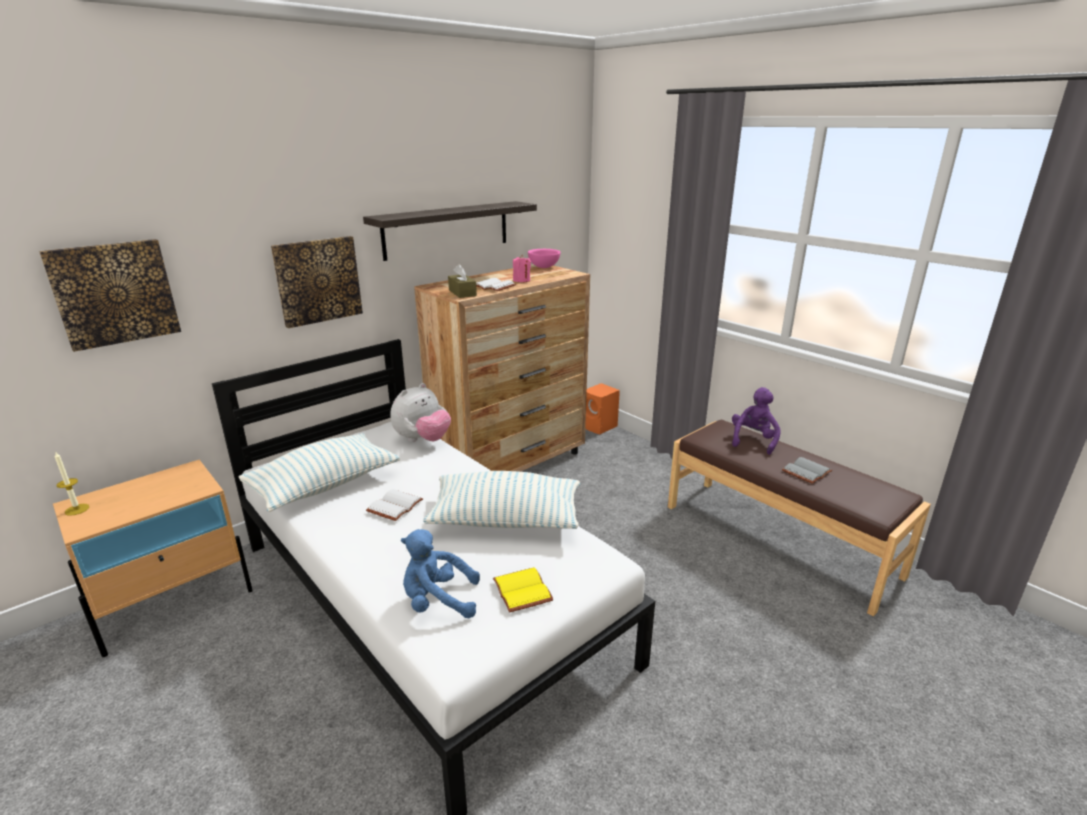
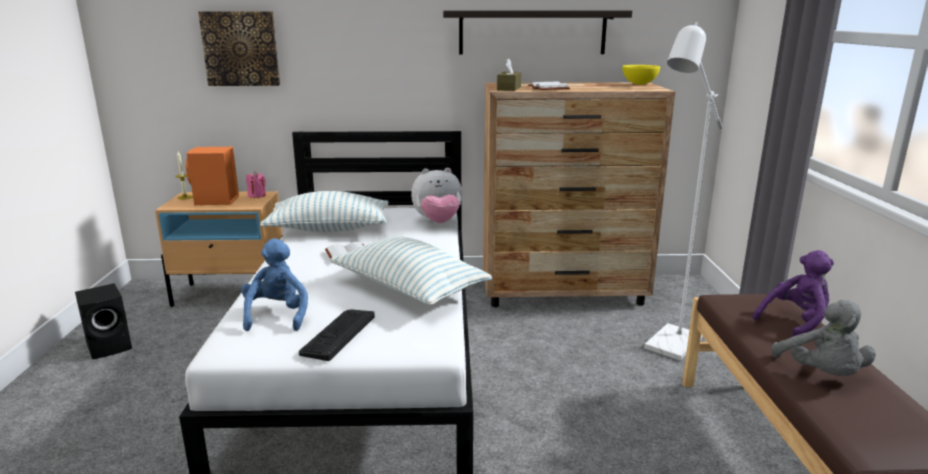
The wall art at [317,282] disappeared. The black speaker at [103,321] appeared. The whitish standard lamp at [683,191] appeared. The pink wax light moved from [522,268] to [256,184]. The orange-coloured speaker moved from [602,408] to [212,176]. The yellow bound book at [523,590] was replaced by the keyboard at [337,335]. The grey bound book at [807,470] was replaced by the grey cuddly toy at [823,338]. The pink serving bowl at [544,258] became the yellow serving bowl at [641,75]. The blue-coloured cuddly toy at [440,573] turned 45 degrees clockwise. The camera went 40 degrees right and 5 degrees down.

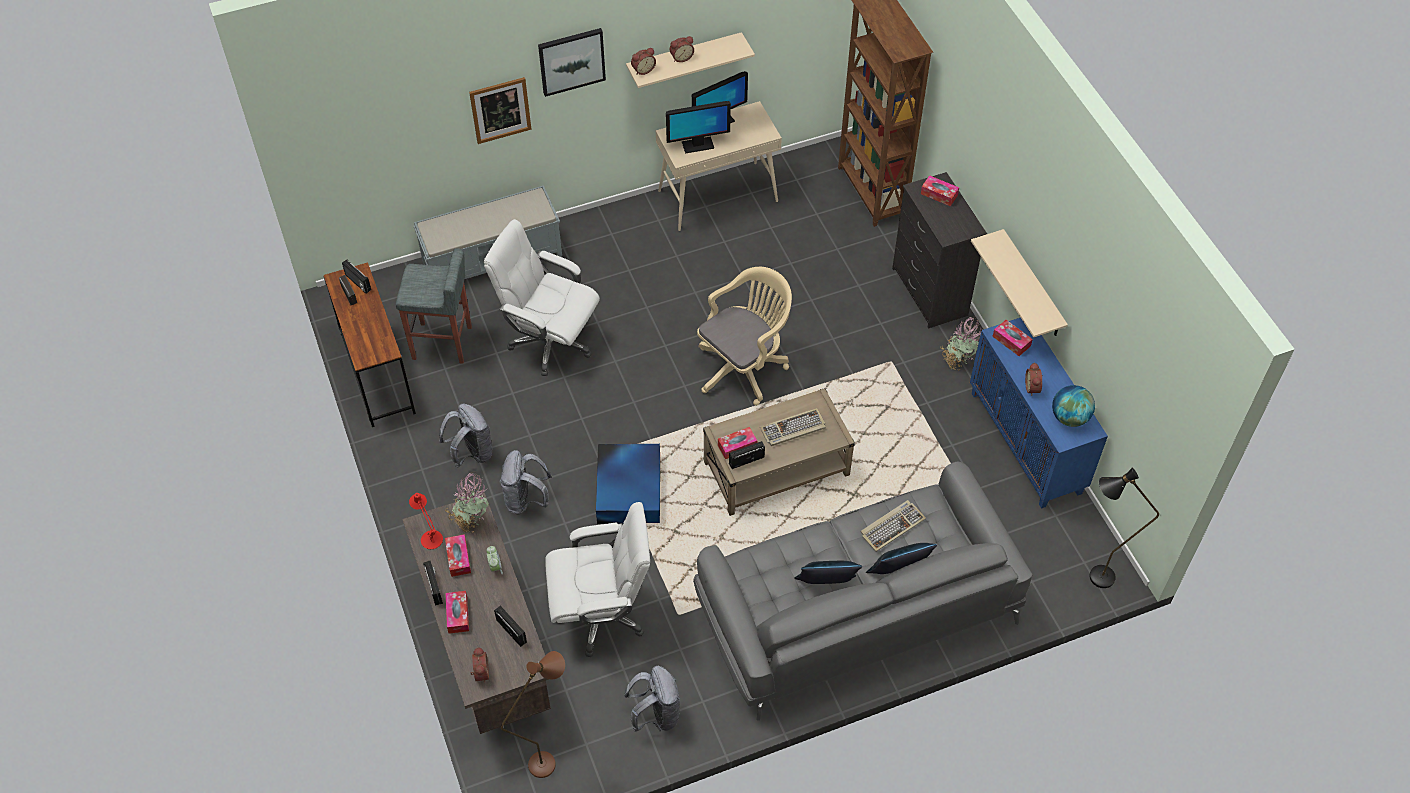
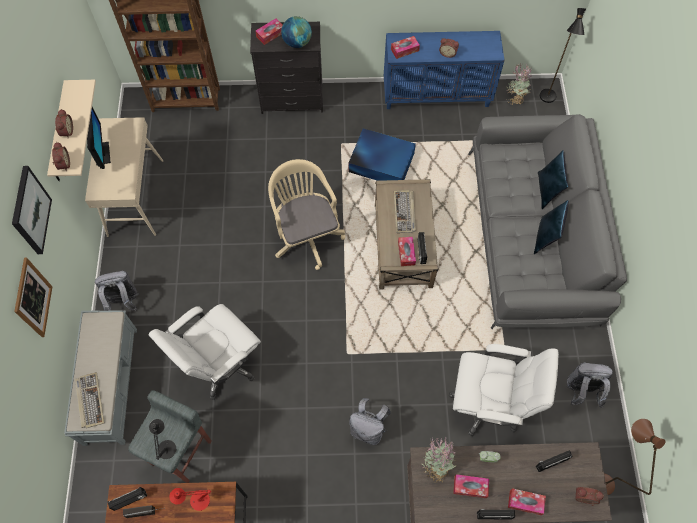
The monitor at [698,127] disappeared. The beige-coloured shelf at [1019,283] disappeared. The black lamp for a table at [162,439] appeared. The red-coloured lamp for a table moved from [426,521] to [190,499]. The grey rucksack moved from [466,436] to [117,291]. The blue-coloured storage box moved from [628,484] to [382,154]. The keyboard moved from [893,526] to [90,400]. The houseplant moved from [960,343] to [519,84]. The world globe moved from [1073,406] to [296,32]. The whitish computer chair at [597,579] turned 90 degrees clockwise. The camera went 70 degrees left and 10 degrees up.

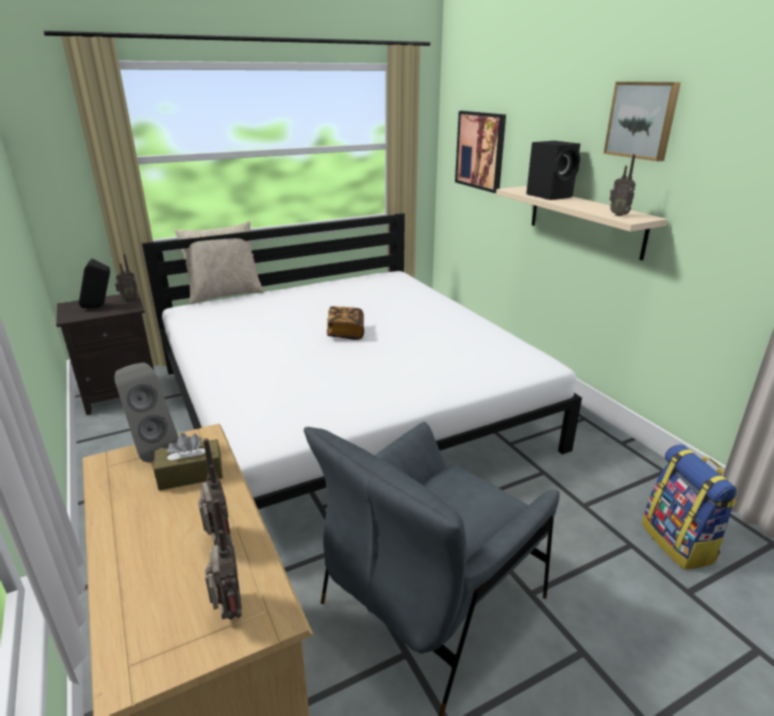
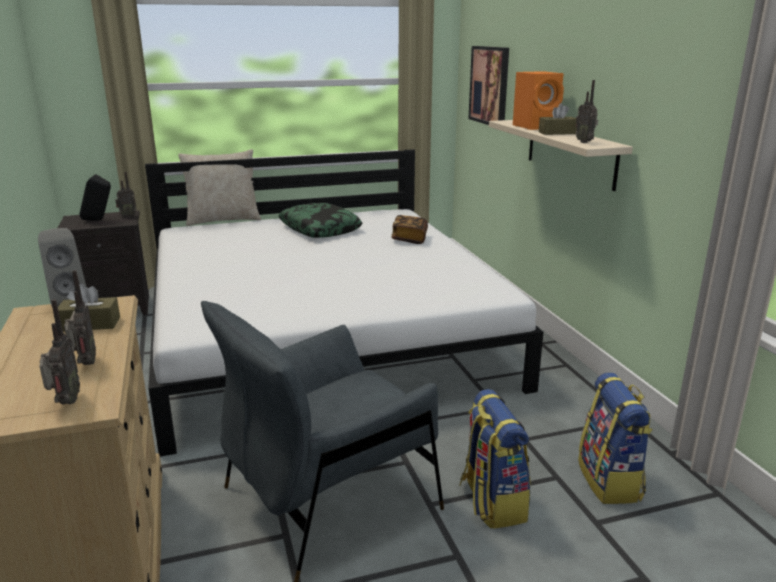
The wall art at [642,121] disappeared. The throw pillow at [320,220] appeared. The rucksack at [494,459] appeared. The brown tissue box at [557,119] appeared. The bound book moved from [345,323] to [409,229]. The black speaker at [553,170] became the orange-coloured speaker at [538,100]. The camera went 10 degrees right and 5 degrees down.

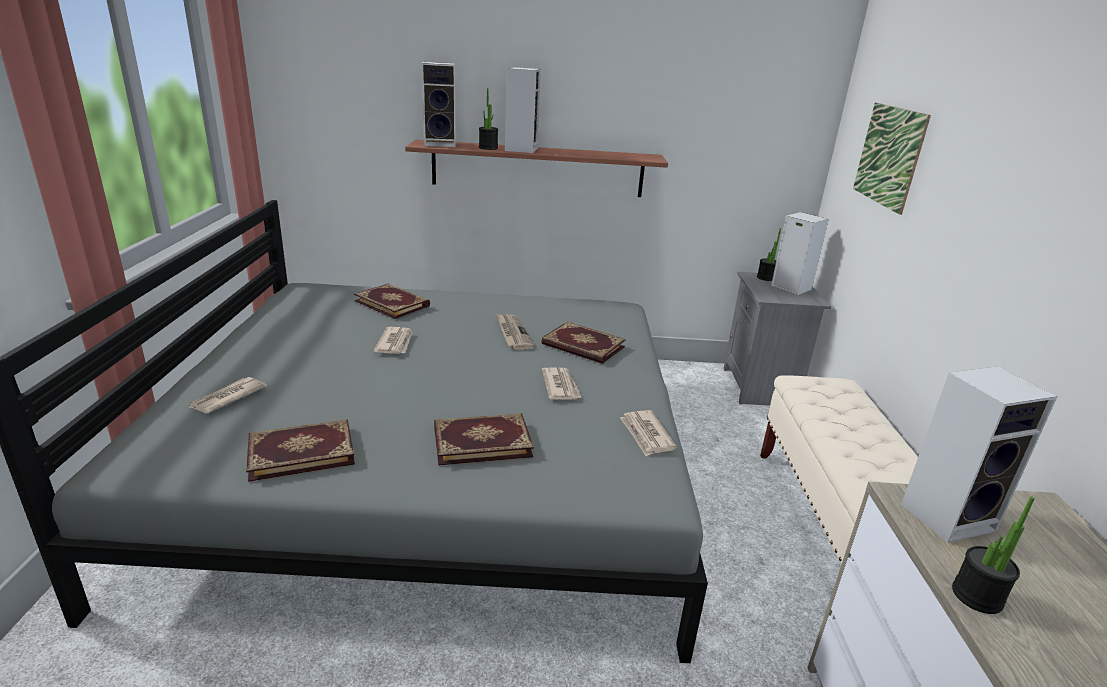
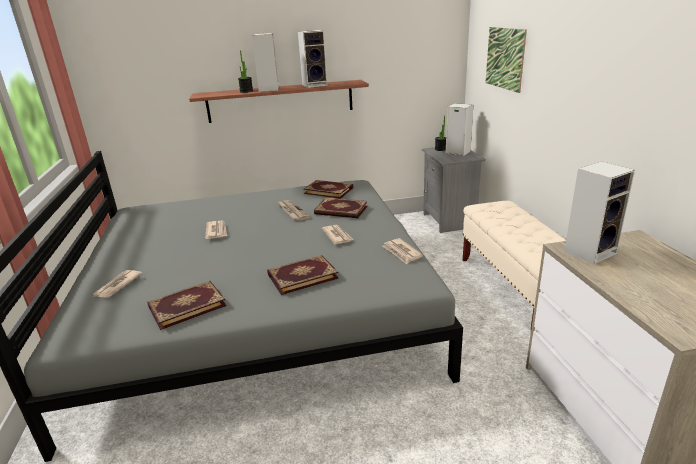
The houseplant at [993,555] disappeared. The bound book moved from [392,301] to [328,189]. The speaker moved from [439,104] to [313,59]. The camera went 10 degrees left and 0 degrees up.

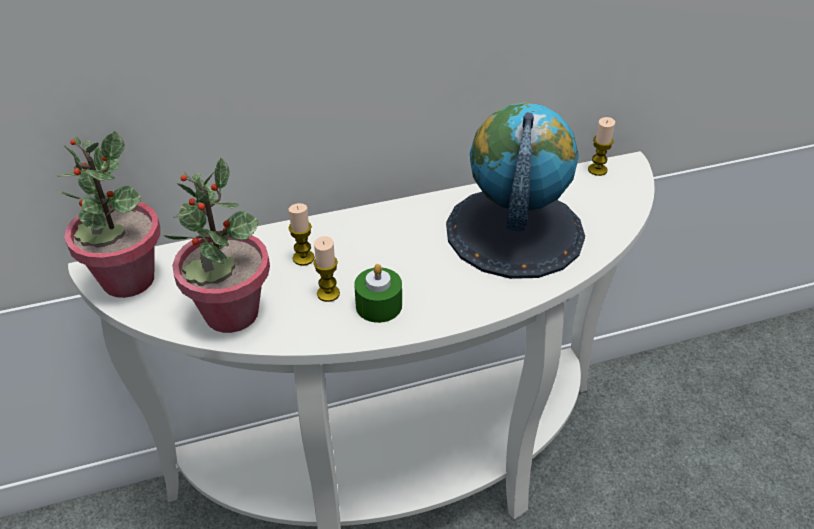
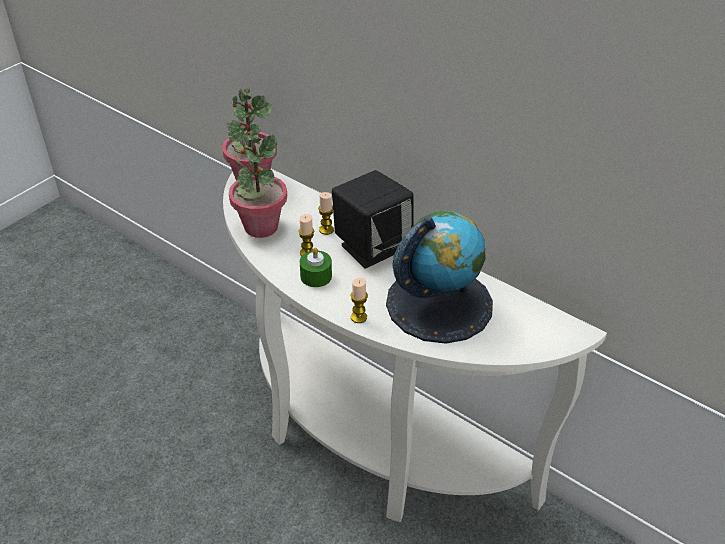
The black speaker at [373,219] appeared. The wax light moved from [601,146] to [359,300]. The camera went 55 degrees right and 0 degrees up.

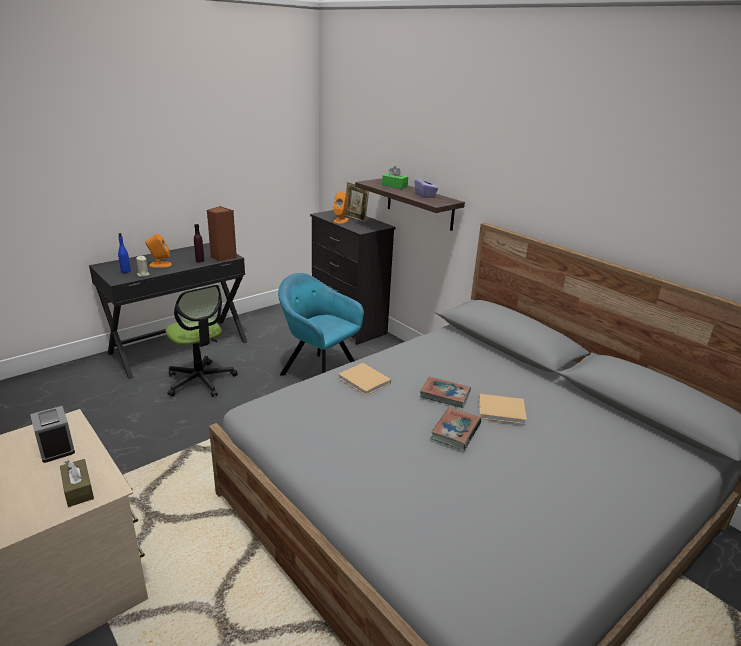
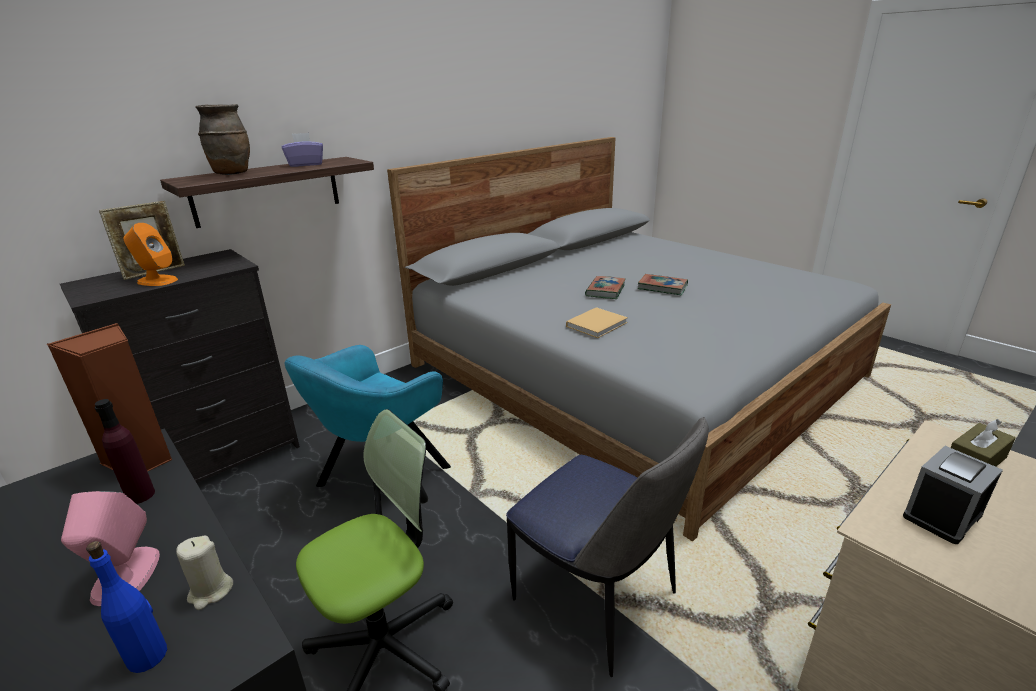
The beige-coloured bound book at [503,409] disappeared. The plain chair at [607,547] appeared. The green tissue box at [395,177] was replaced by the brown decorative vase at [222,139]. The orange-coloured speaker at [159,251] became the pink speaker at [110,548]. The camera went 90 degrees left and 0 degrees up.

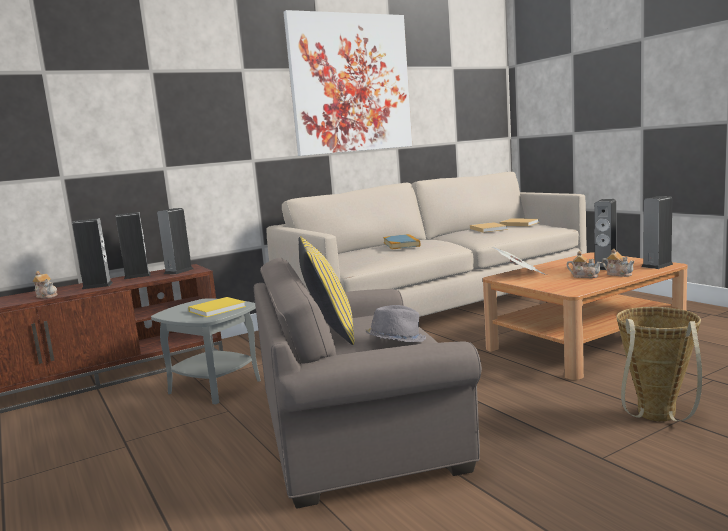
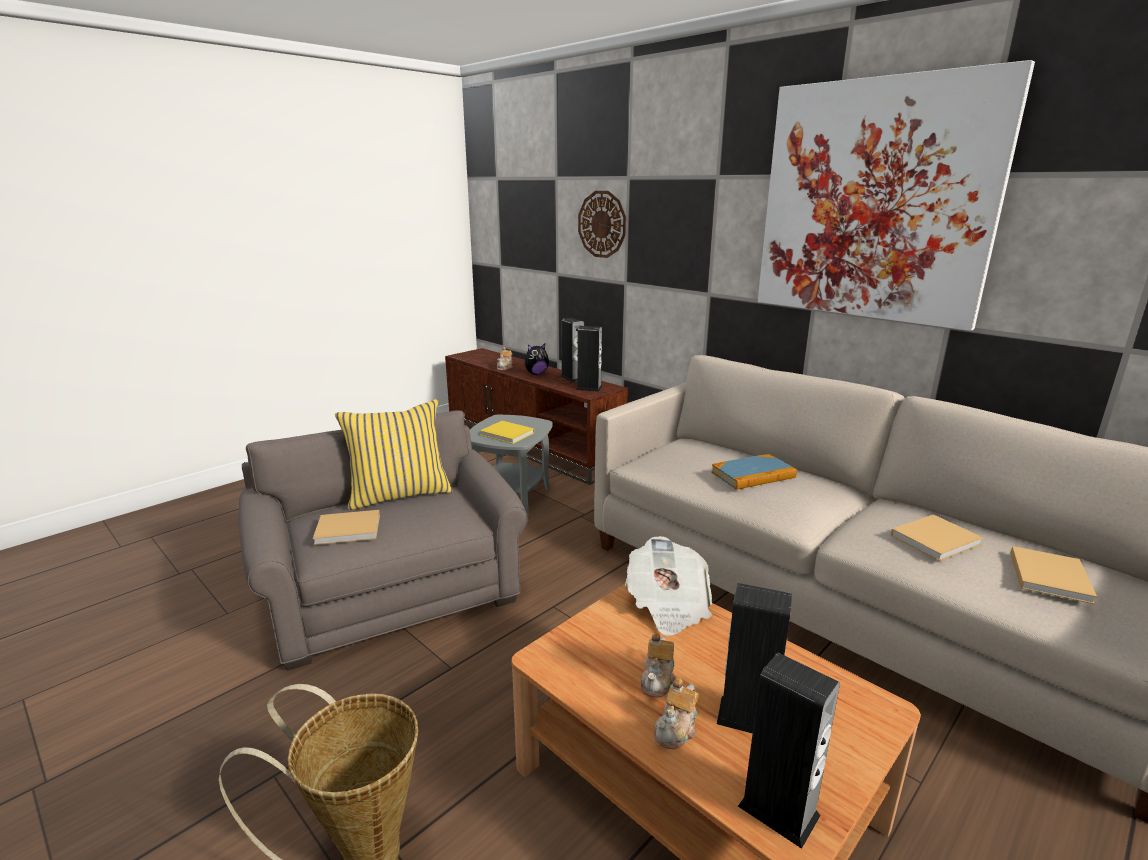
The clock on the wall at [602,224] appeared. The speaker at [92,253] was replaced by the cuddly toy at [537,359]. The grey wearable hat at [395,323] was replaced by the beige-coloured bound book at [346,527]. The camera went 75 degrees right and 10 degrees up.

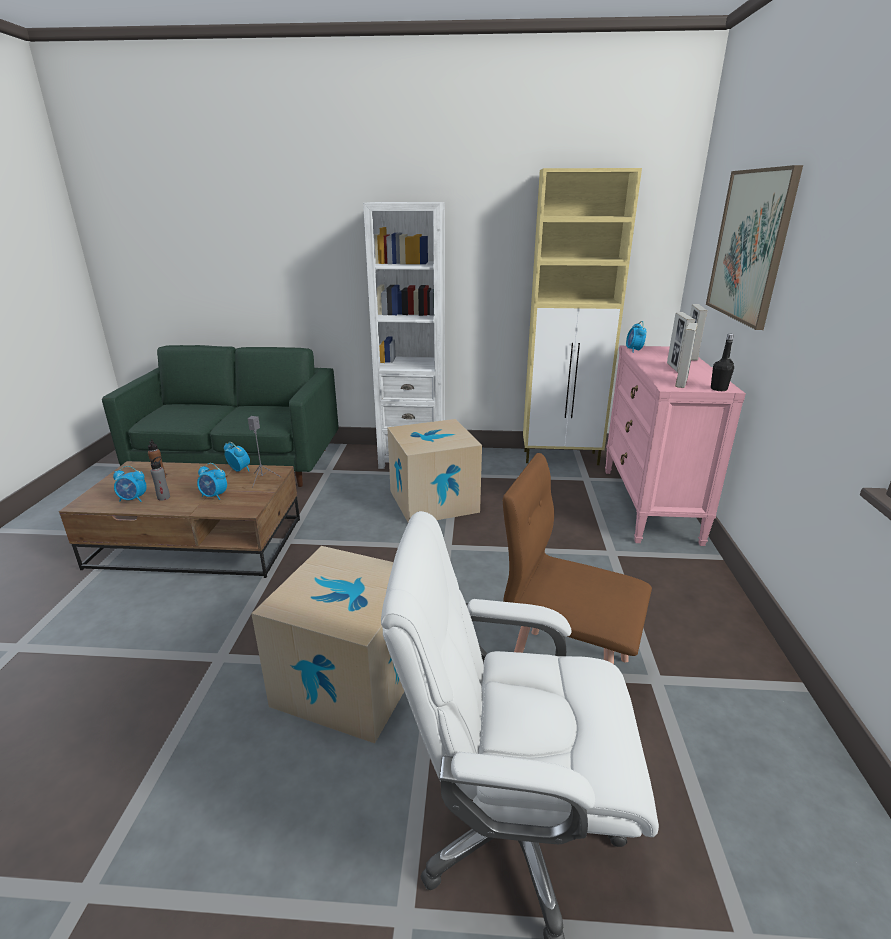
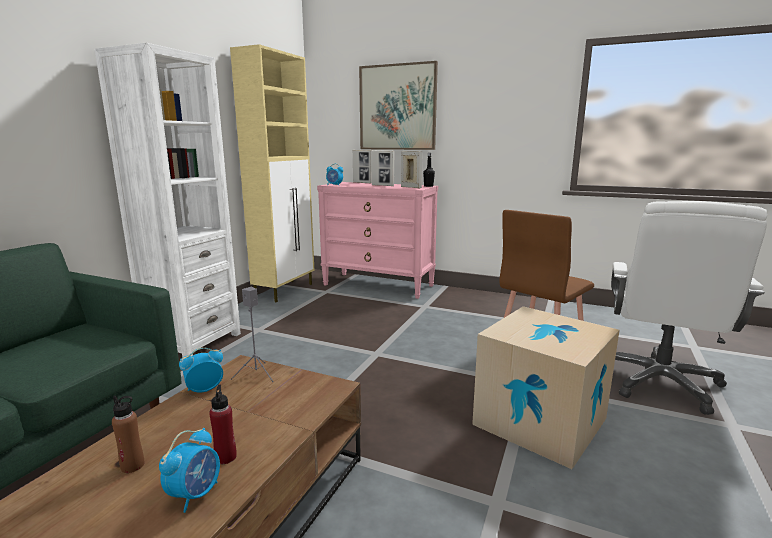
The bedside clock at [212,481] disappeared. The cardboard box at [434,470] disappeared. The grey beverage bottle at [160,478] became the red-coloured beverage bottle at [223,424]. The camera went 70 degrees left and 10 degrees down.

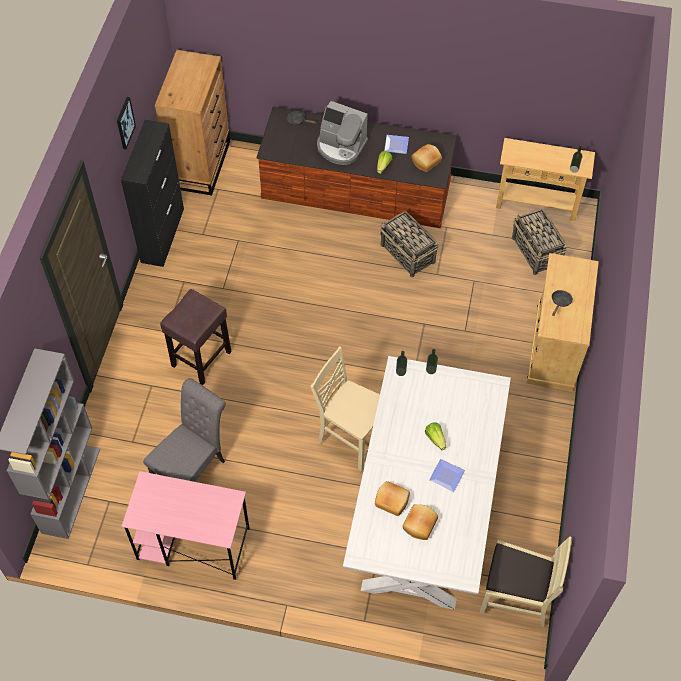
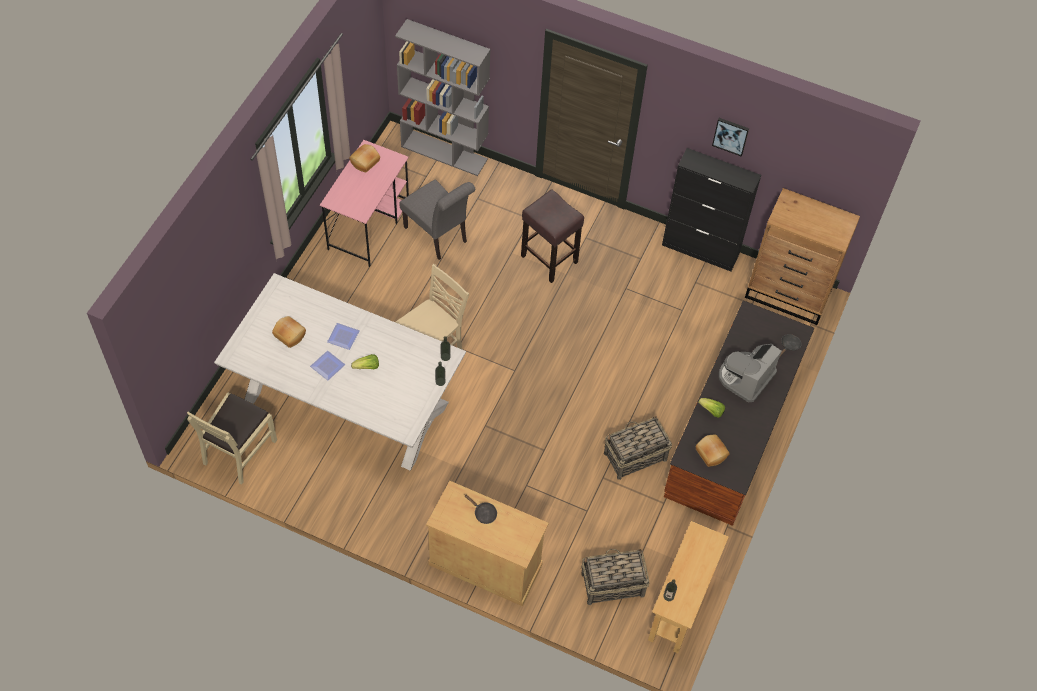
The bread moved from [392,498] to [364,158]. The flat dish moved from [396,144] to [343,336]. The camera went 100 degrees right and 0 degrees up.

